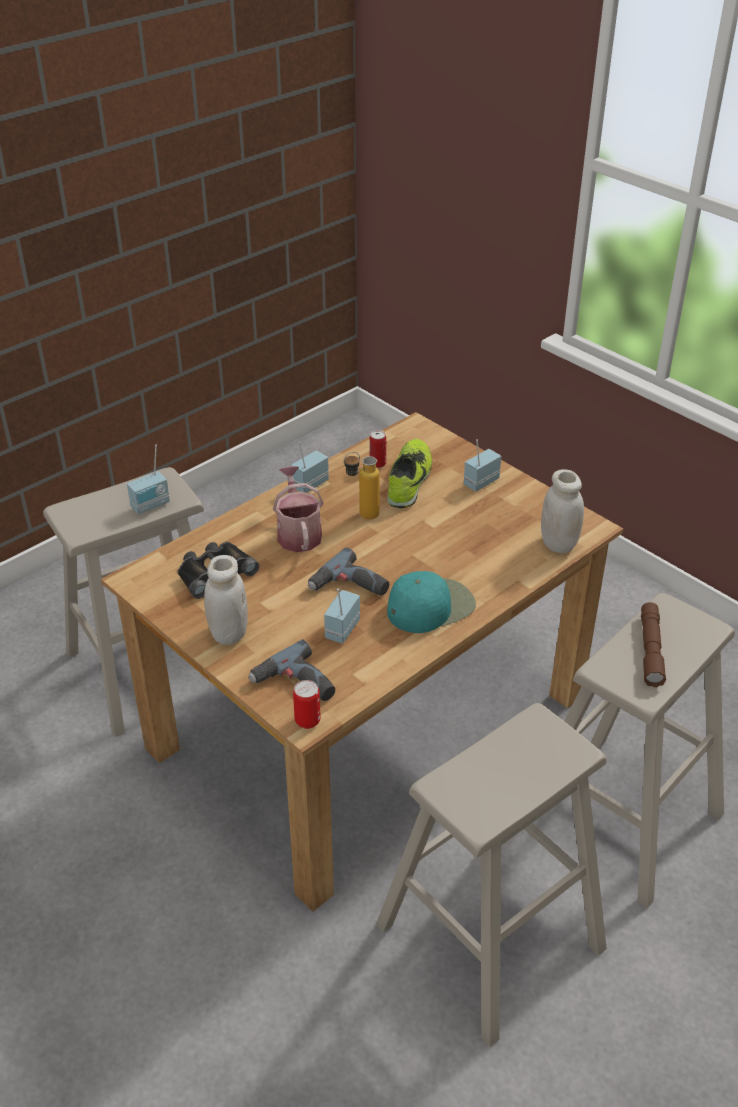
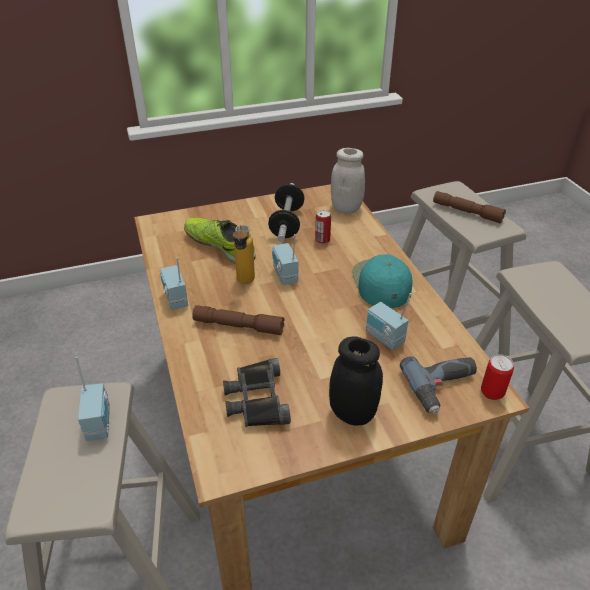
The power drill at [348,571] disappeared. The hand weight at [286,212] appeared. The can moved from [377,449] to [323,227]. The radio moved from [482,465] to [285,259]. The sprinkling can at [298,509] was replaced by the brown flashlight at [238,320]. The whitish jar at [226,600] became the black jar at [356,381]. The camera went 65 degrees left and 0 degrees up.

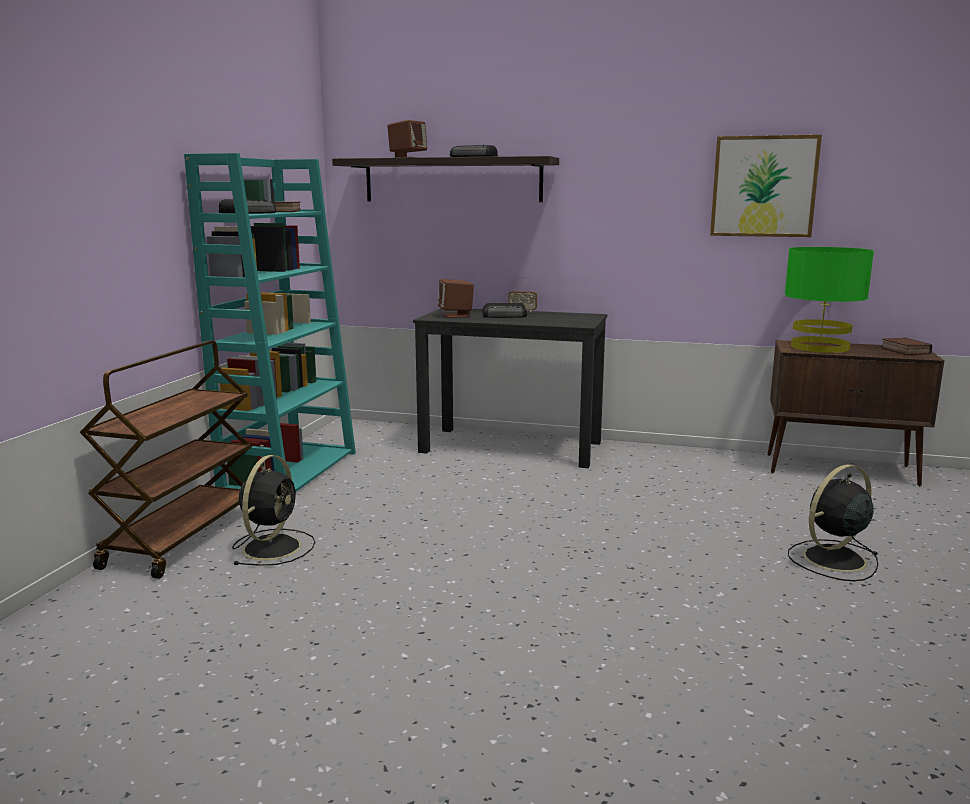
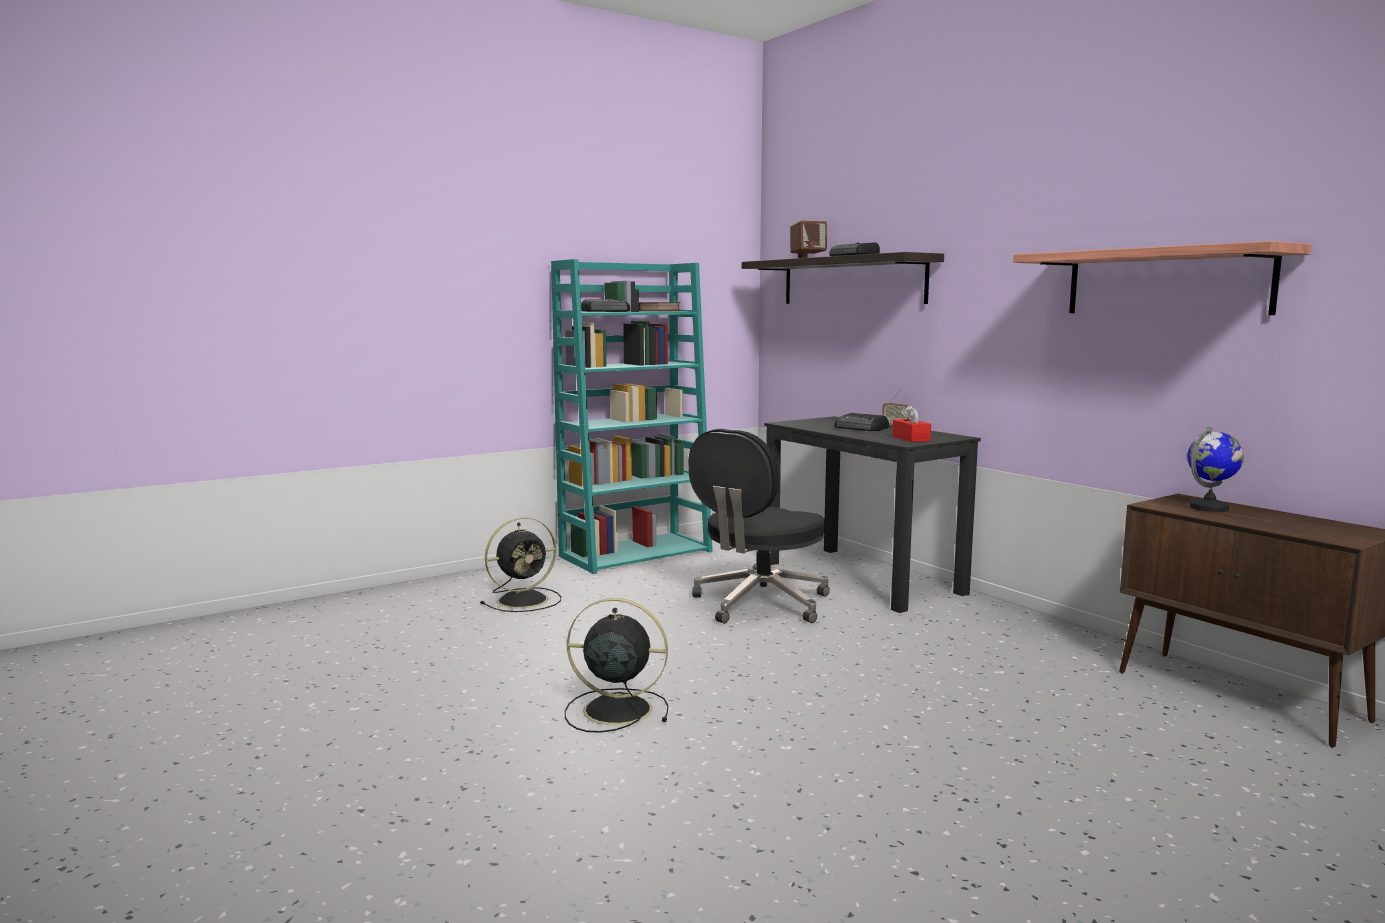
The brown cart at [166,459] disappeared. The brown speaker at [456,298] disappeared. The bound book at [906,346] disappeared. The black computer chair at [759,526] appeared. The red-coloured tissue box at [911,423] appeared. The black electric fan moved from [833,522] to [616,665]. The wall art at [766,186] was replaced by the shelf at [1162,278]. The green lamp for a table at [829,300] was replaced by the world globe at [1215,469]. The camera went 40 degrees right and 5 degrees down.

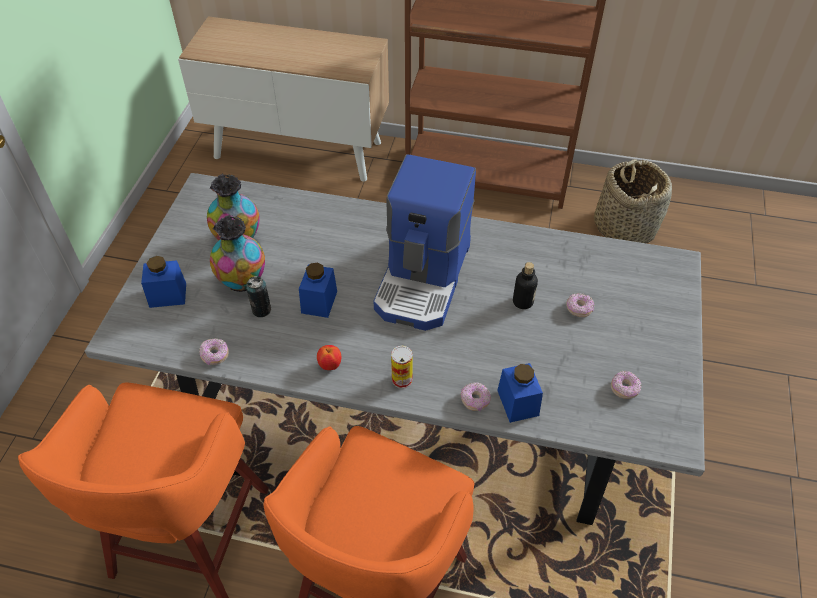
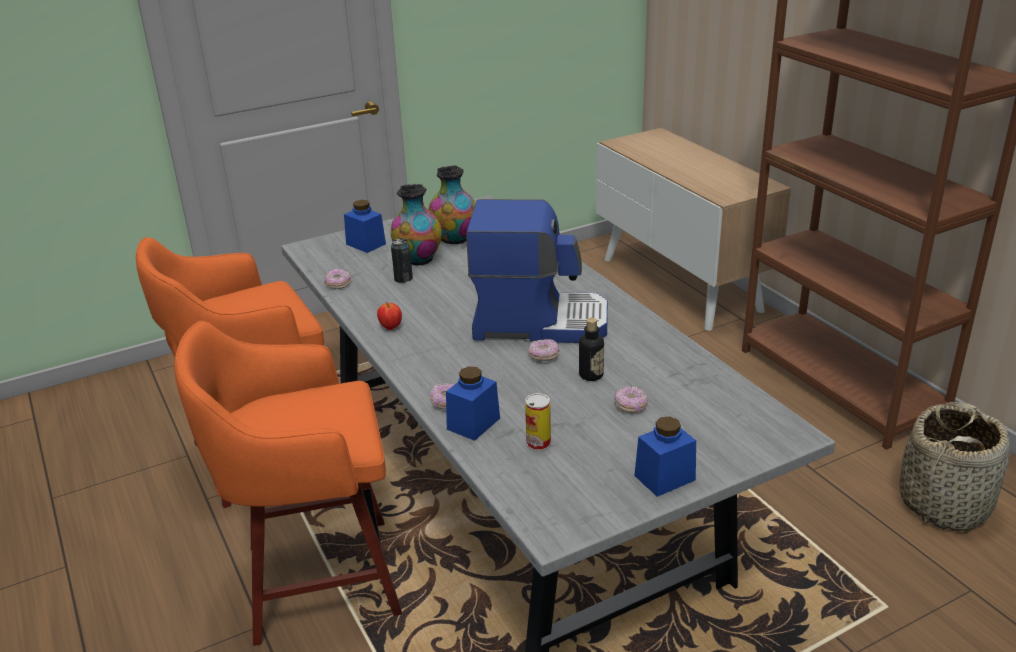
The blue-coloured jar moved from [318,290] to [665,456]. The can moved from [402,367] to [538,422]. The doughnut moved from [626,384] to [543,350]. The coffee brewer at [424,242] turned 150 degrees counterclockwise. The camera went 50 degrees right and 20 degrees down.

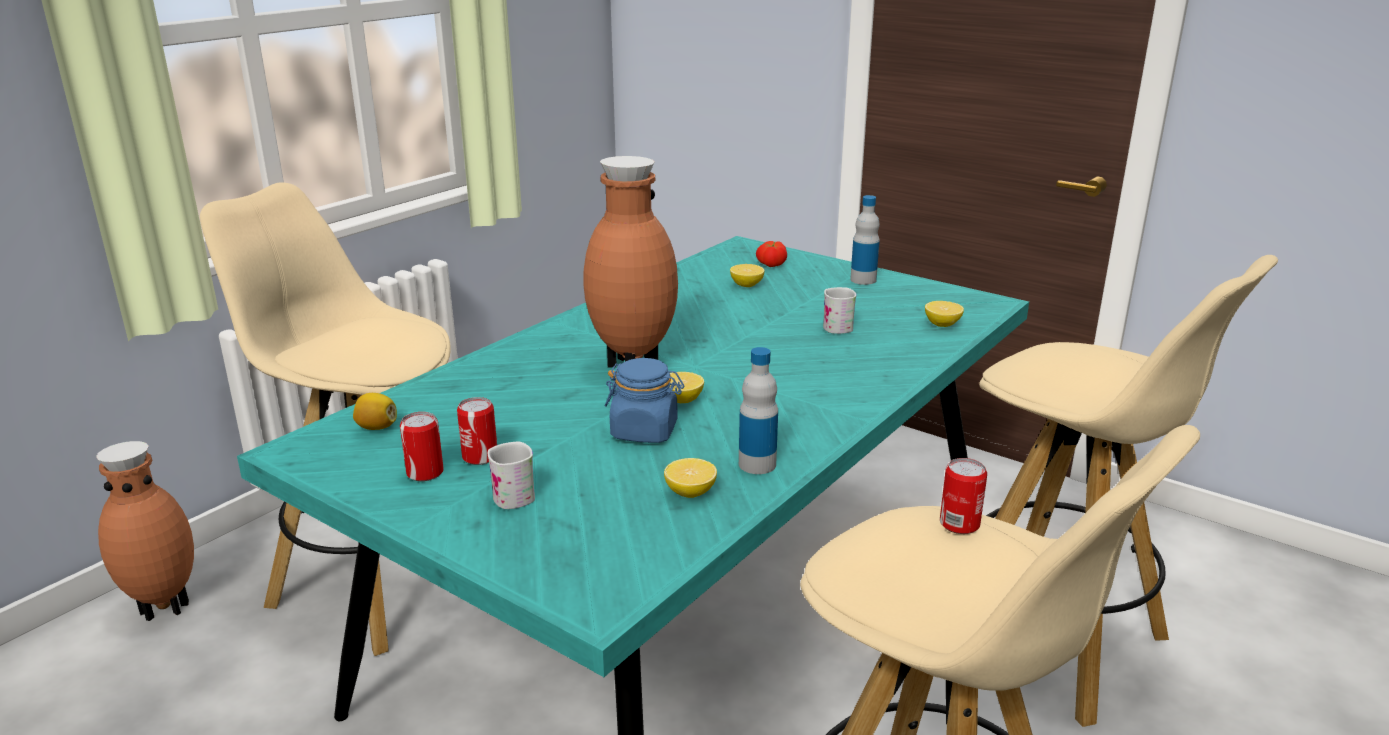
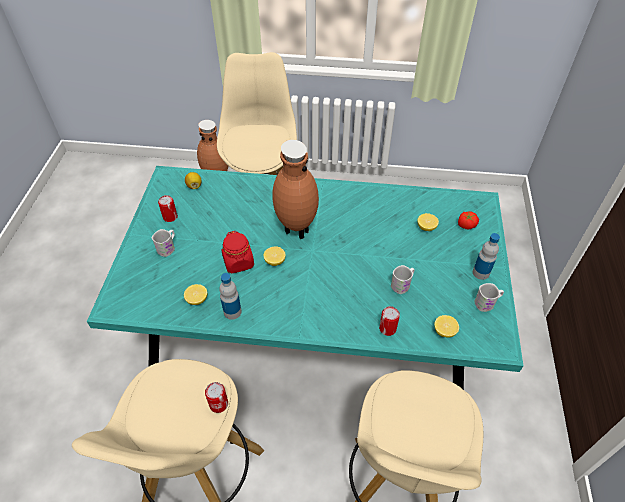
The whitish coffee mug at [489,297] appeared. The can moved from [477,431] to [389,321]. The blue-coloured jar at [644,400] became the red-coloured jar at [238,252]. The camera went 60 degrees right and 25 degrees up.

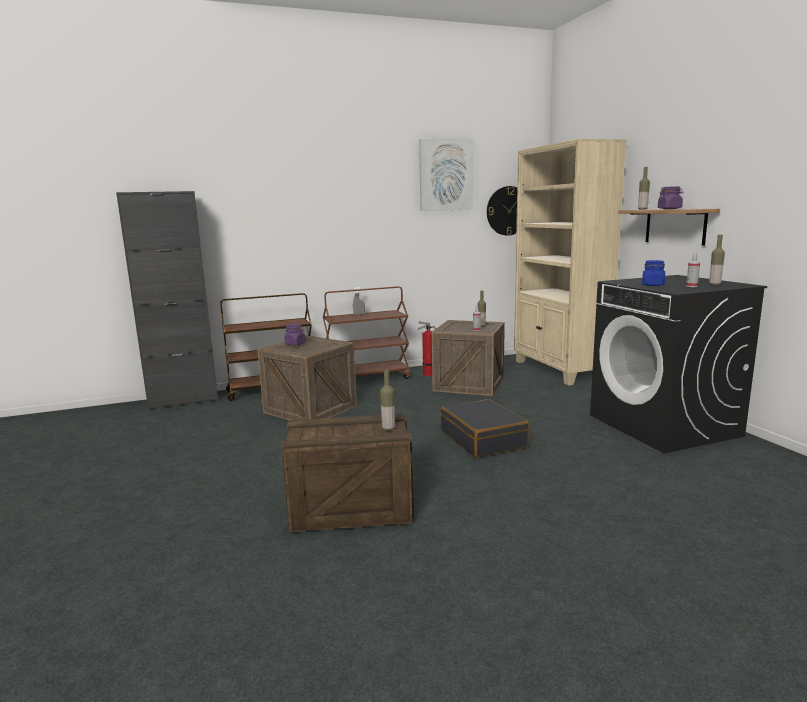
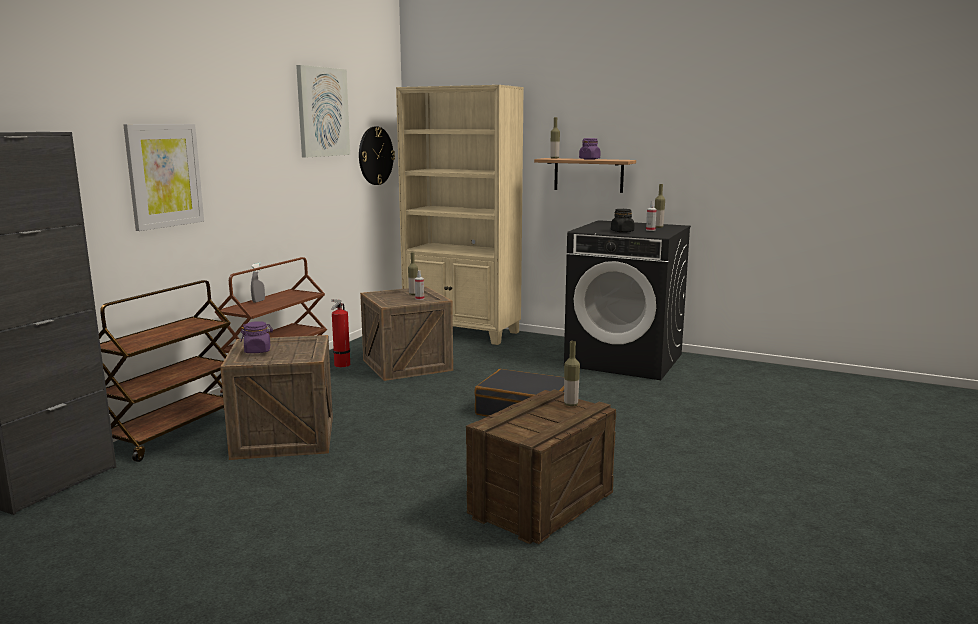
The wall art at [163,177] appeared. The blue-coloured jar at [653,273] became the black jar at [623,221]. The camera went 45 degrees left and 0 degrees up.

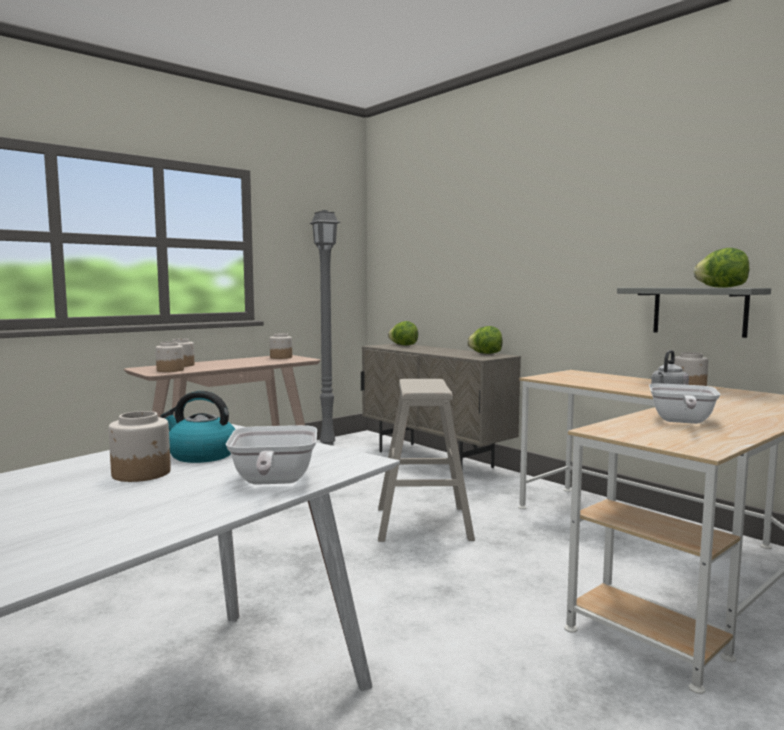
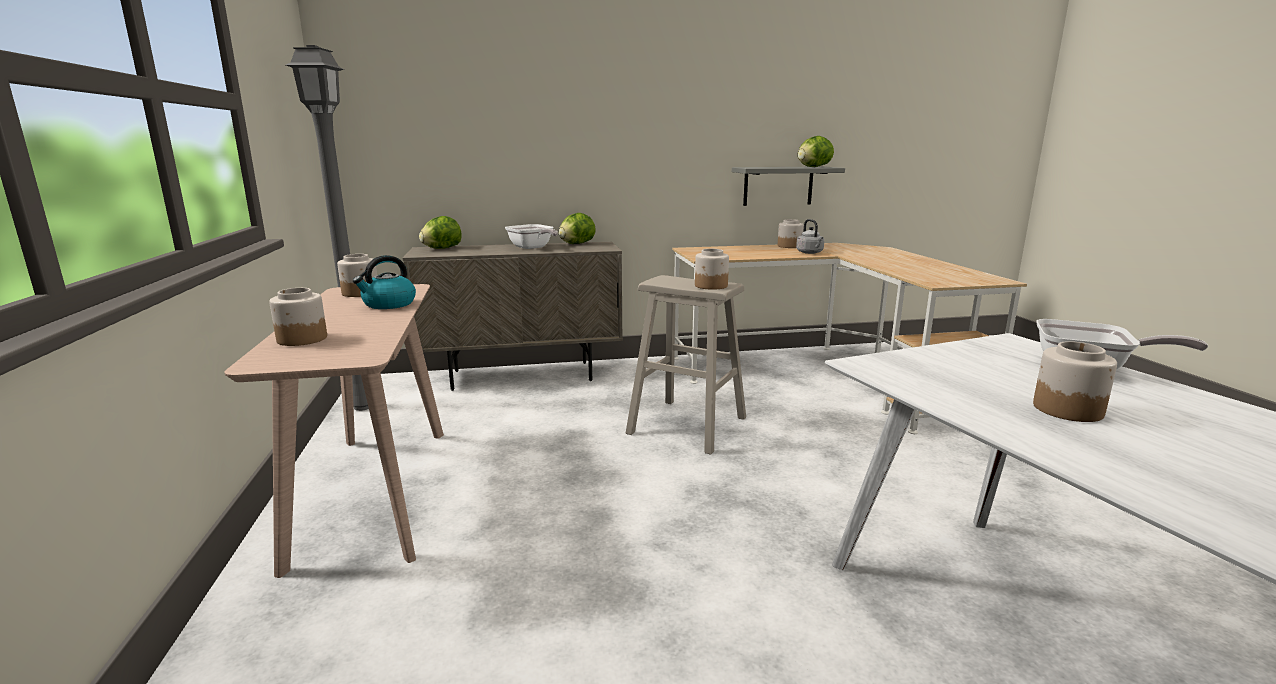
The jar moved from [170,357] to [712,269]. The kettle moved from [197,427] to [384,282]. The frying pan moved from [685,403] to [531,236]. The camera went 60 degrees left and 10 degrees up.

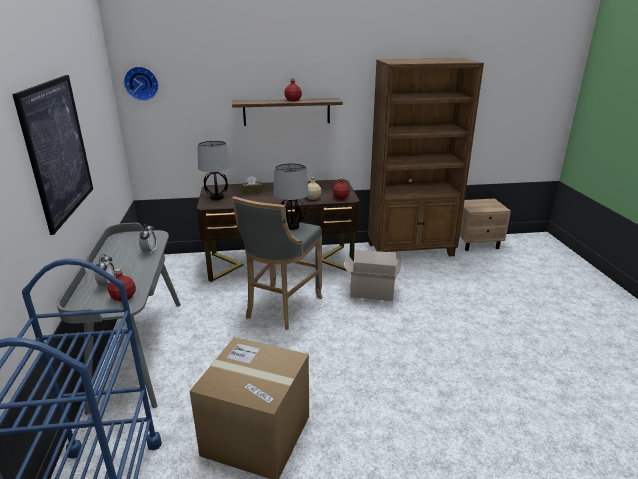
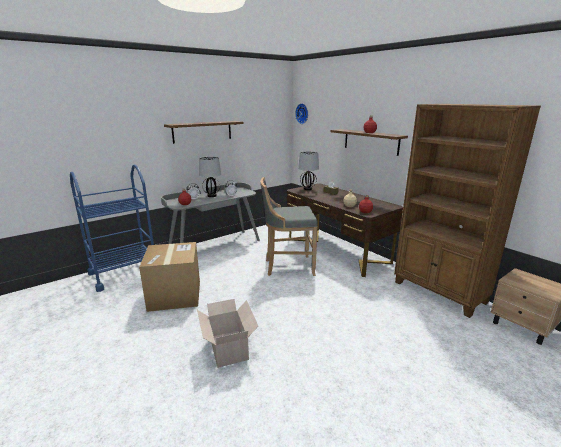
The lamp for a table moved from [291,196] to [210,177]. The cardboard box moved from [372,275] to [227,333]. The wall art at [52,155] was replaced by the shelf at [203,132]. The camera went 60 degrees right and 5 degrees down.

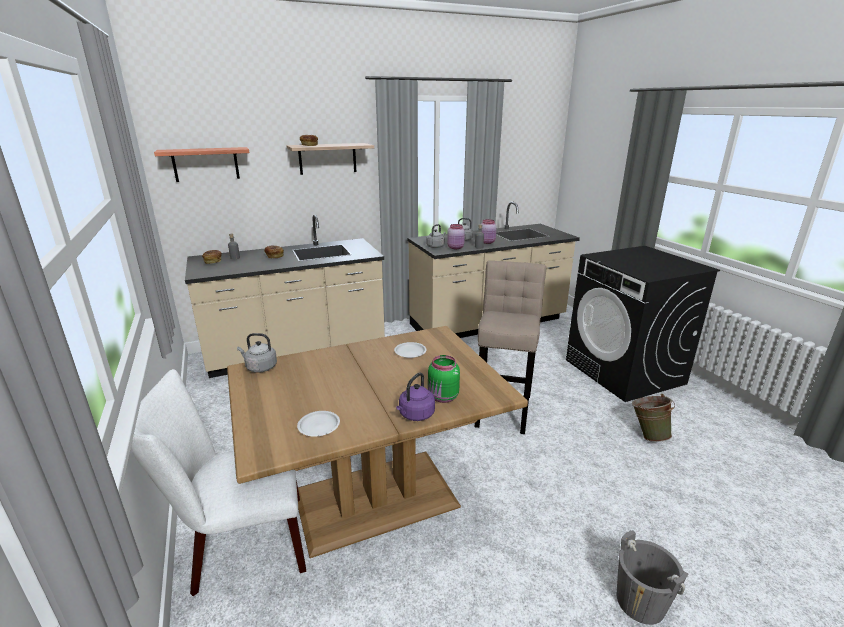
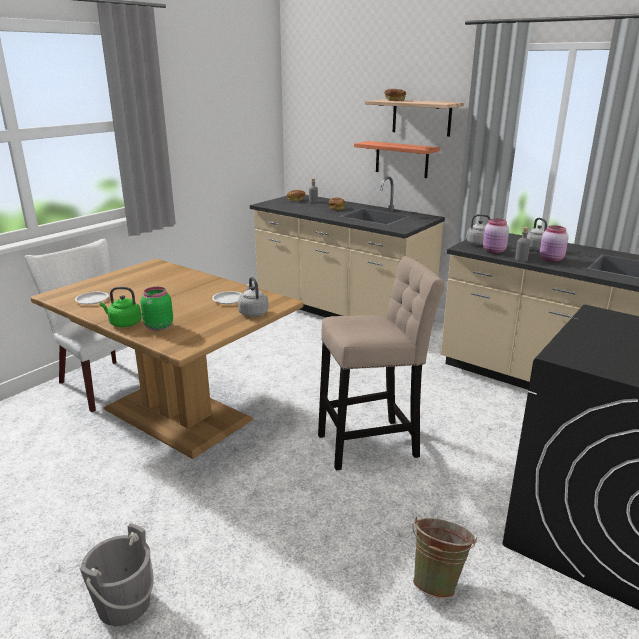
The shelf moved from [201,164] to [397,159]. The grey kettle moved from [257,353] to [253,297]. The purple kettle at [415,397] became the green kettle at [121,307]. The camera went 60 degrees right and 0 degrees up.

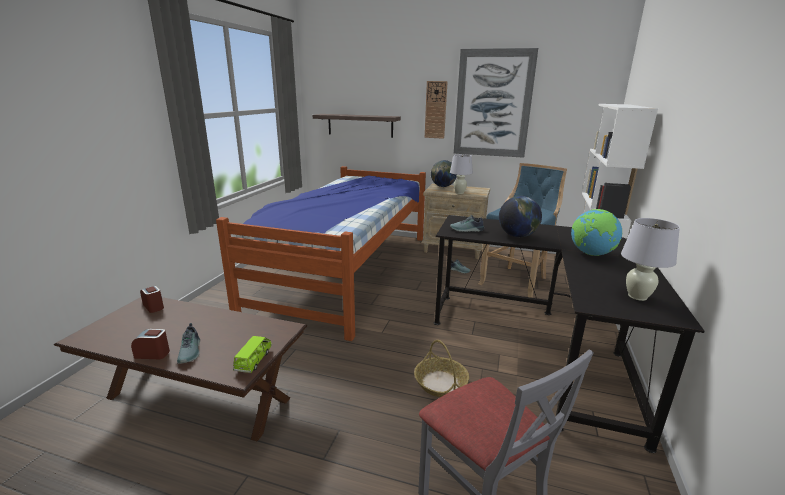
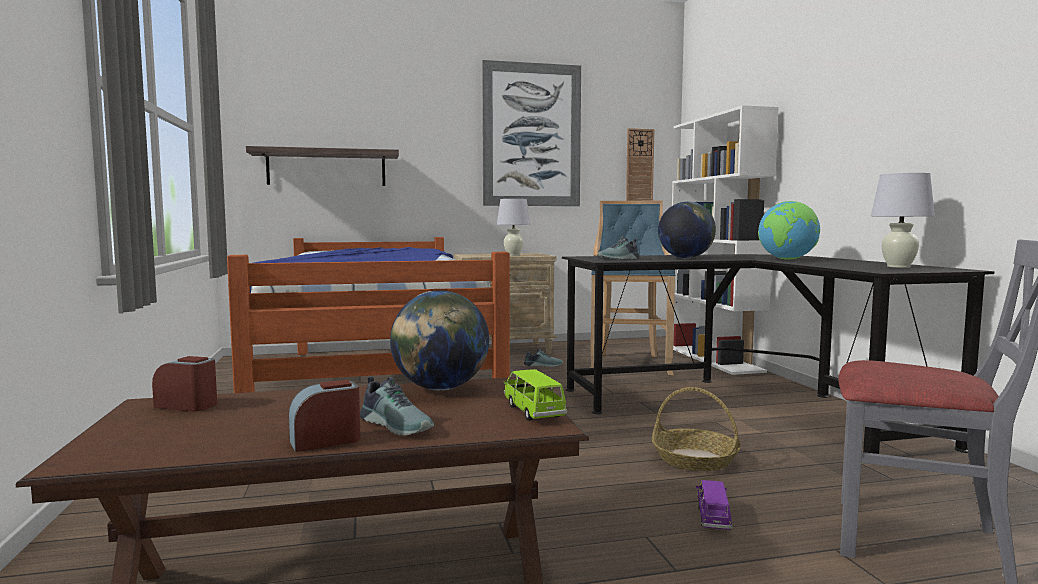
The purple model car at [714,505] appeared. The clock on the wall moved from [436,110] to [640,164]. The world globe moved from [444,173] to [439,341]. The camera went 30 degrees left and 15 degrees down.

